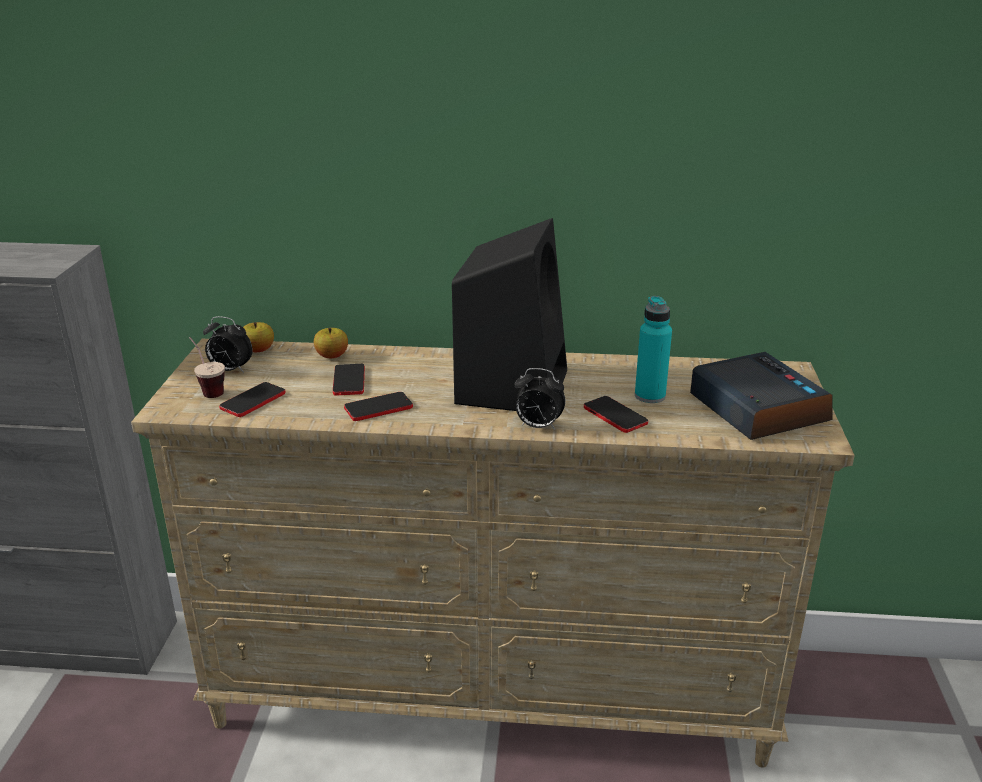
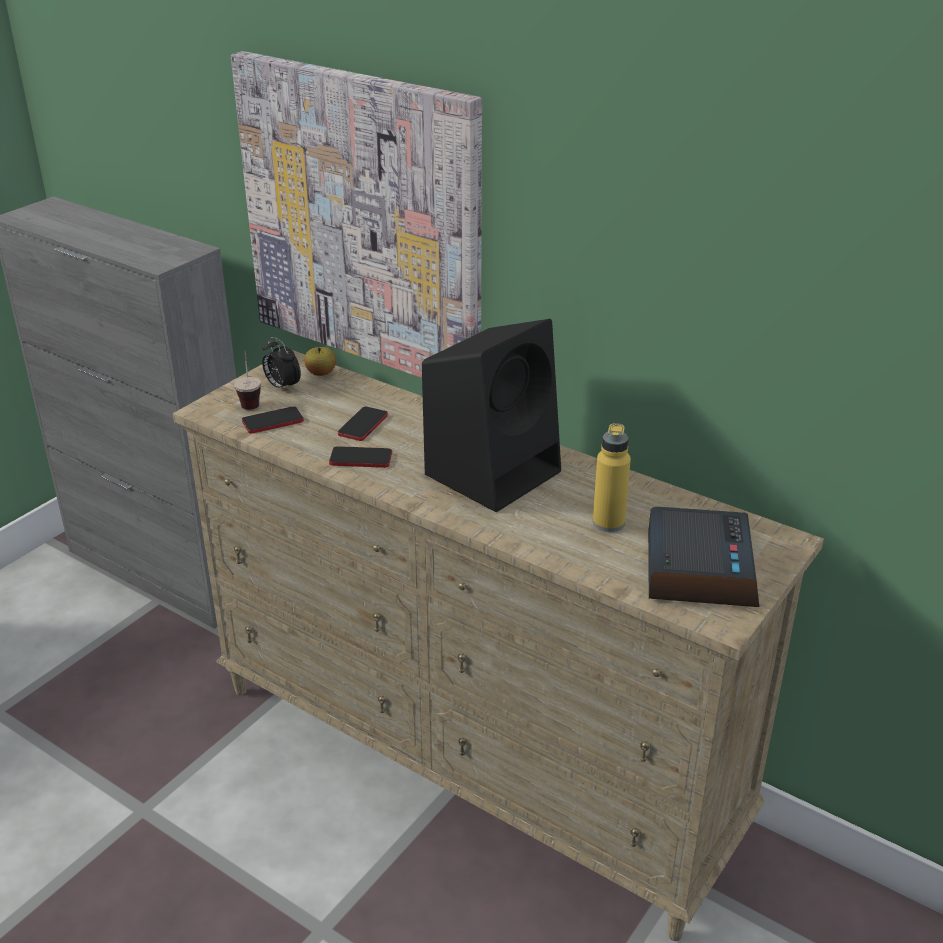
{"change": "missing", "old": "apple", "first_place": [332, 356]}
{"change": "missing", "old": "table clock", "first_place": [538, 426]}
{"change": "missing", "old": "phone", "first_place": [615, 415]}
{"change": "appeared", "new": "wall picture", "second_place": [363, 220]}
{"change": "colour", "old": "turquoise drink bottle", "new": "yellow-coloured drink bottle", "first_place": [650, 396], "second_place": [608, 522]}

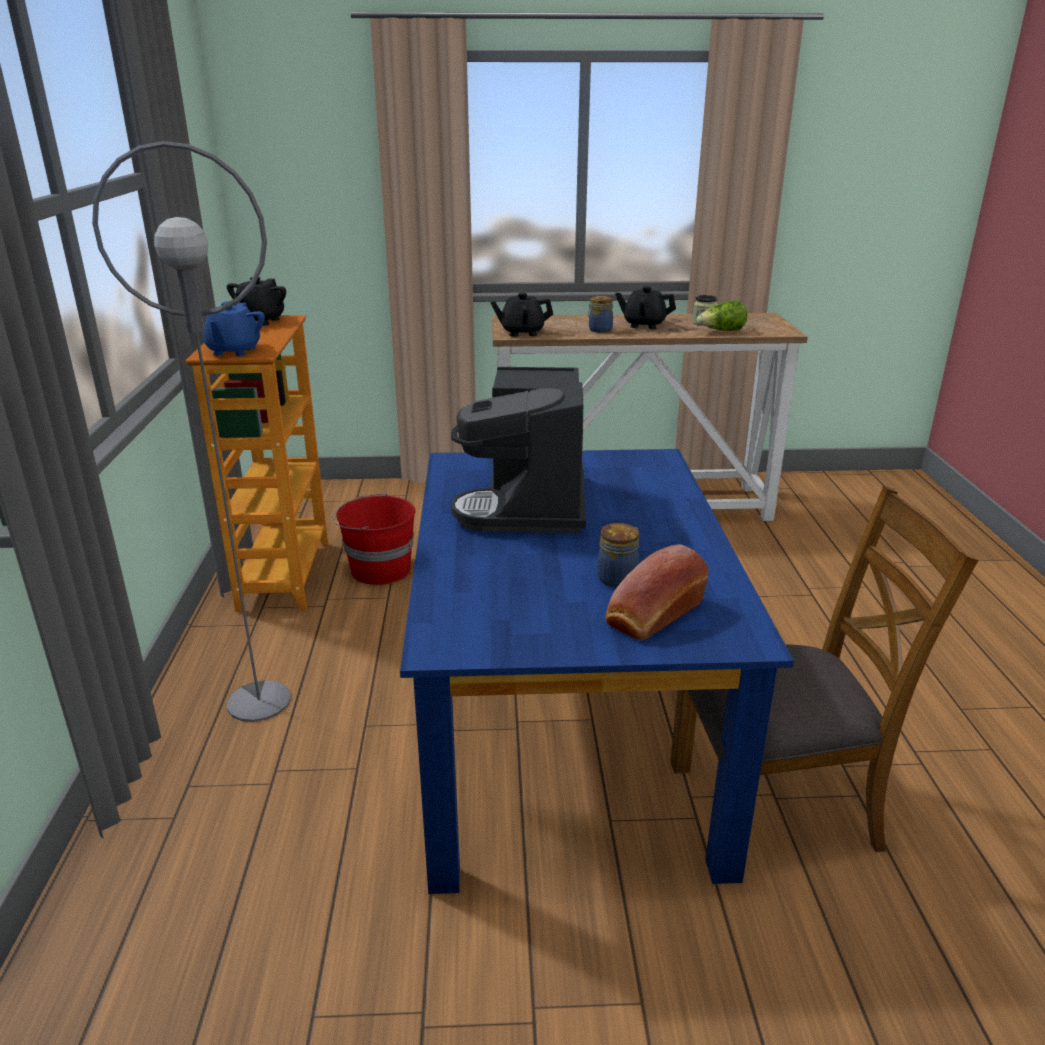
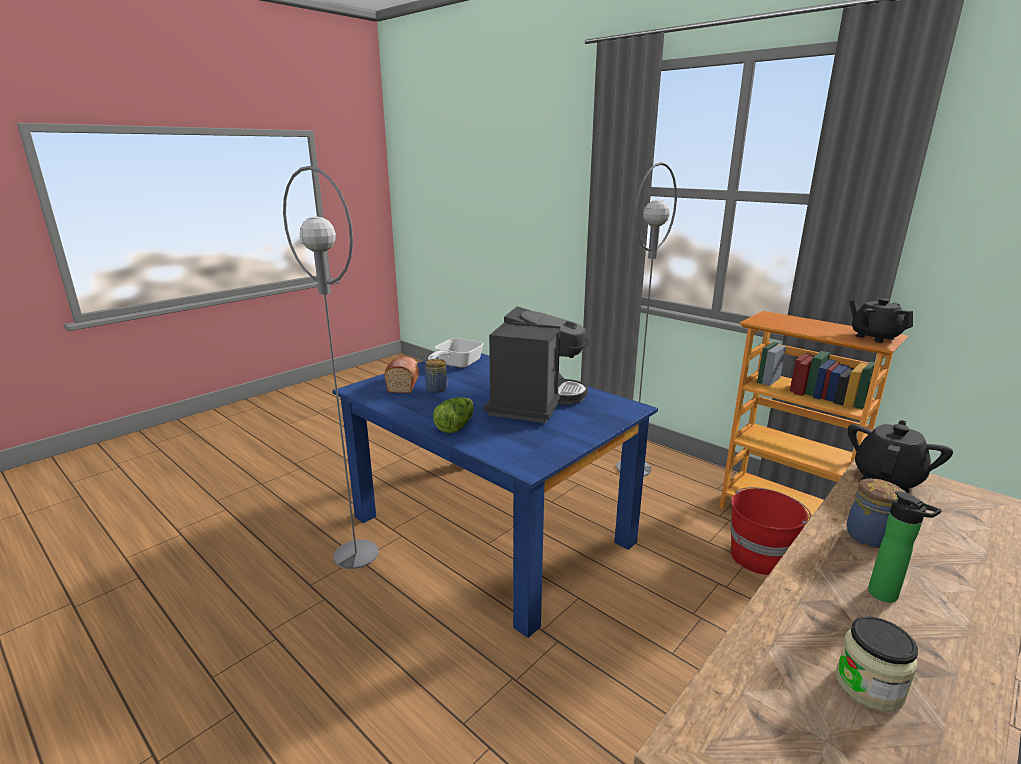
{"change": "missing", "old": "blue pot for tea", "first_place": [233, 351]}
{"change": "appeared", "new": "frying pan", "second_place": [455, 365]}
{"change": "relocated", "old": "lettuce", "first_place": [721, 331], "second_place": [455, 426]}
{"change": "exchanged", "old": "black-coloured pot for tea", "new": "drink bottle", "first_place": [644, 325], "second_place": [887, 596]}
{"change": "exchanged", "old": "brown plain chair", "new": "greyish floor lamp", "first_place": [775, 806], "second_place": [355, 554]}
{"change": "spun", "old": "coffee maker", "first_place": [530, 506], "second_place": [534, 401], "degrees": 60}

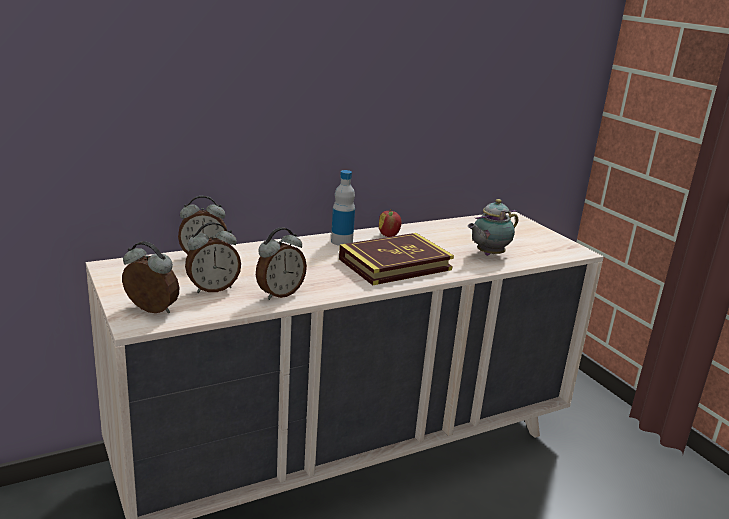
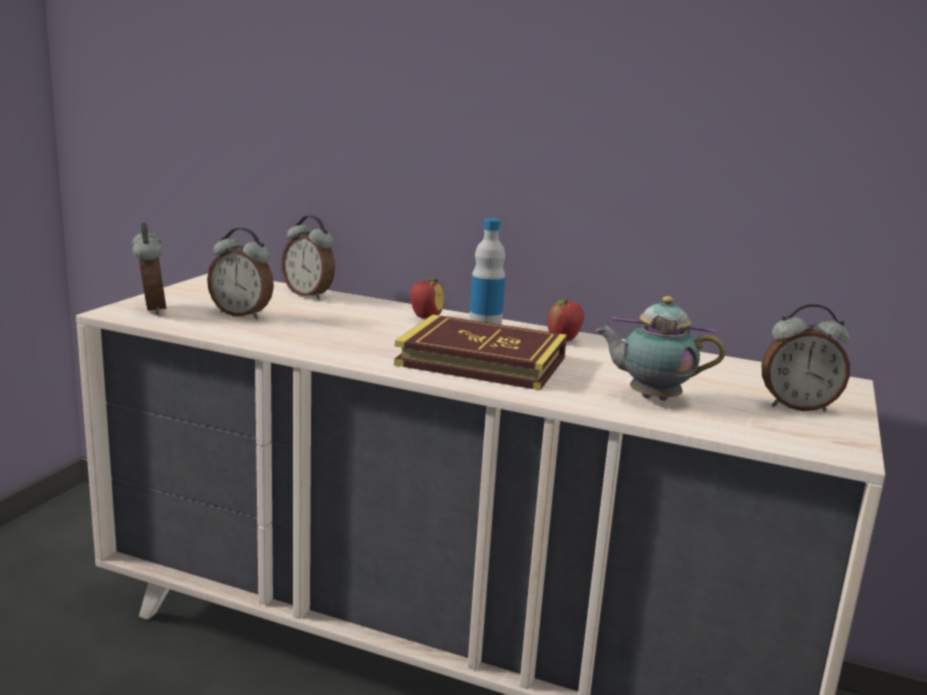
{"change": "appeared", "new": "apple", "second_place": [425, 318]}
{"change": "relocated", "old": "table clock", "first_place": [279, 293], "second_place": [797, 406]}

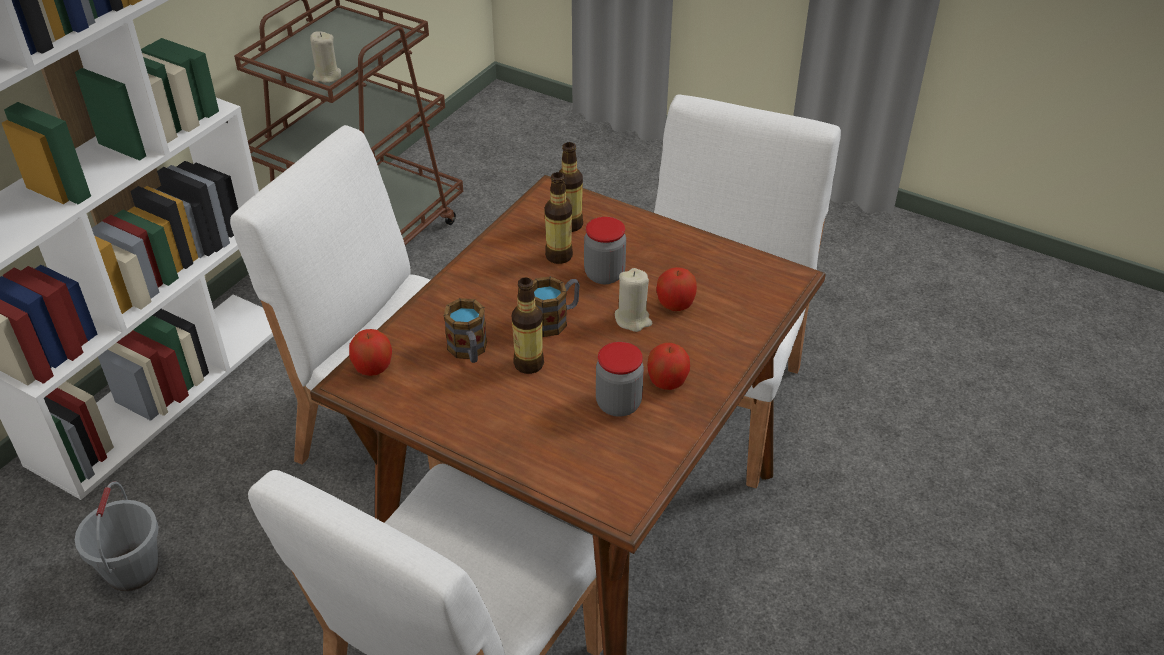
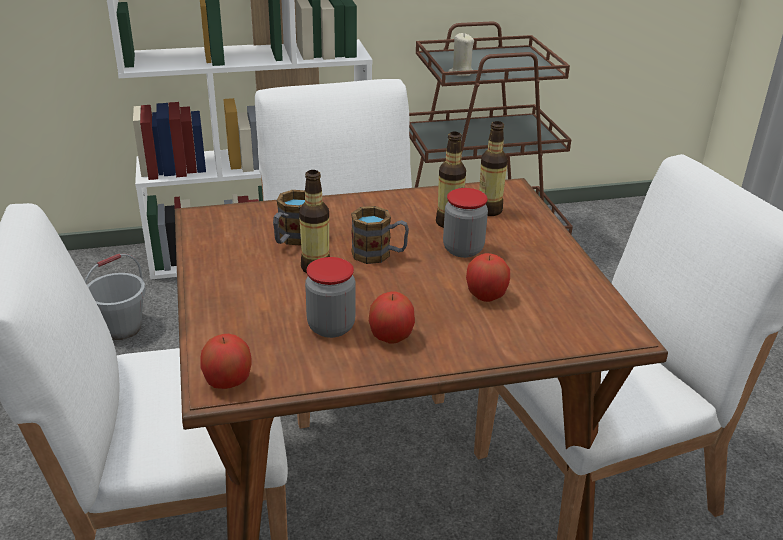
{"change": "missing", "old": "beige-coloured wax light", "first_place": [633, 319]}
{"change": "relocated", "old": "apple", "first_place": [373, 368], "second_place": [227, 382]}

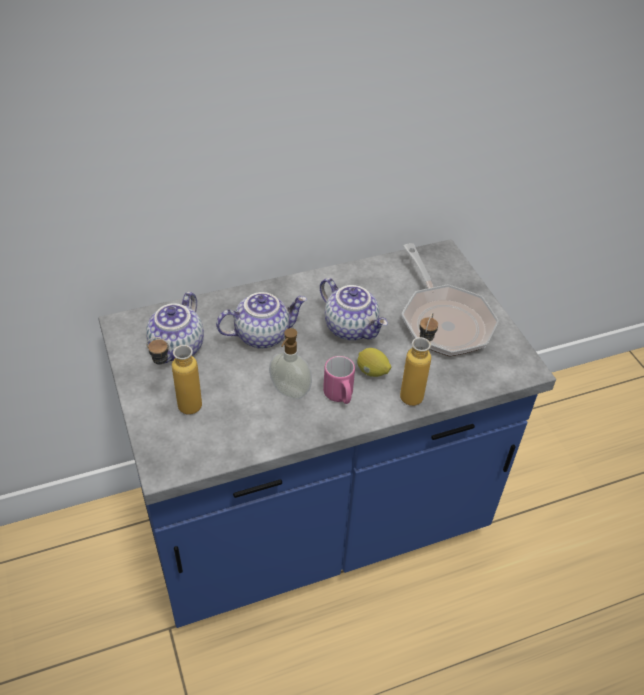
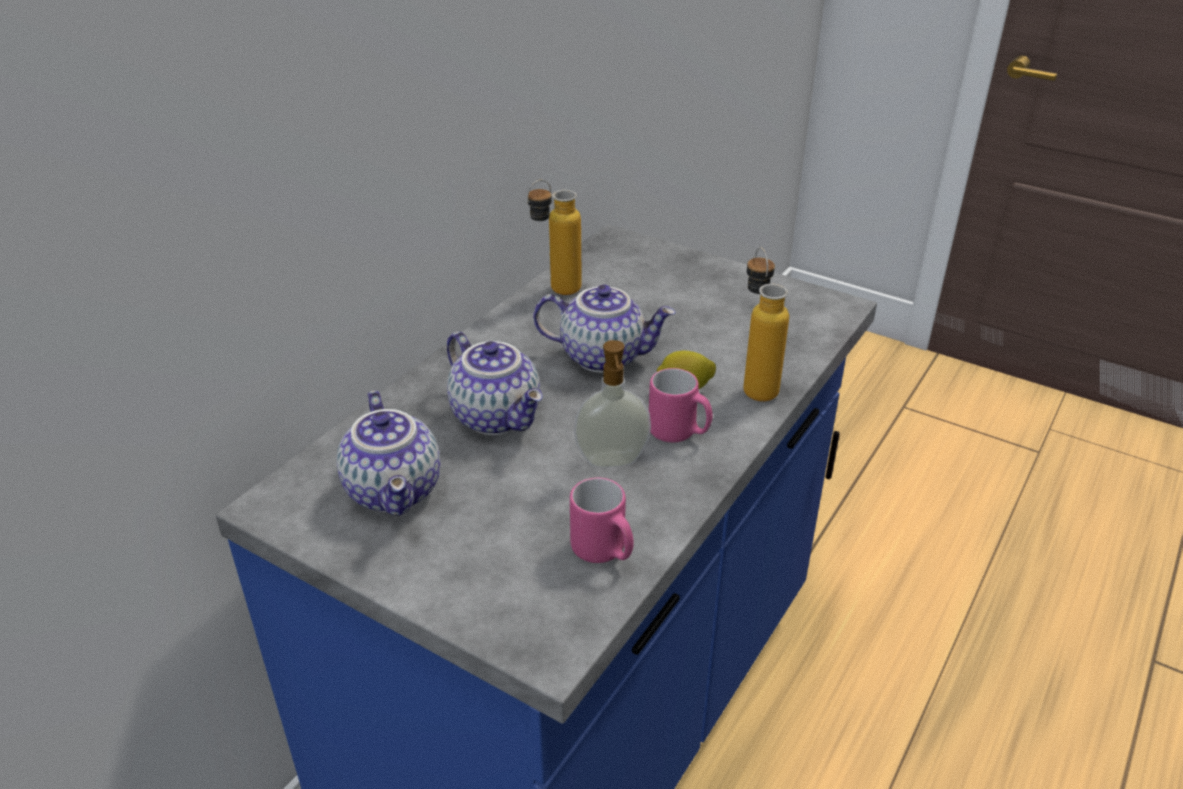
{"change": "missing", "old": "frying pan", "first_place": [443, 320]}
{"change": "appeared", "new": "pink-coloured coffee mug", "second_place": [604, 552]}
{"change": "relocated", "old": "drink bottle", "first_place": [179, 406], "second_place": [555, 292]}
{"change": "spun", "old": "pot for tea", "first_place": [262, 334], "second_place": [498, 416], "degrees": 105}

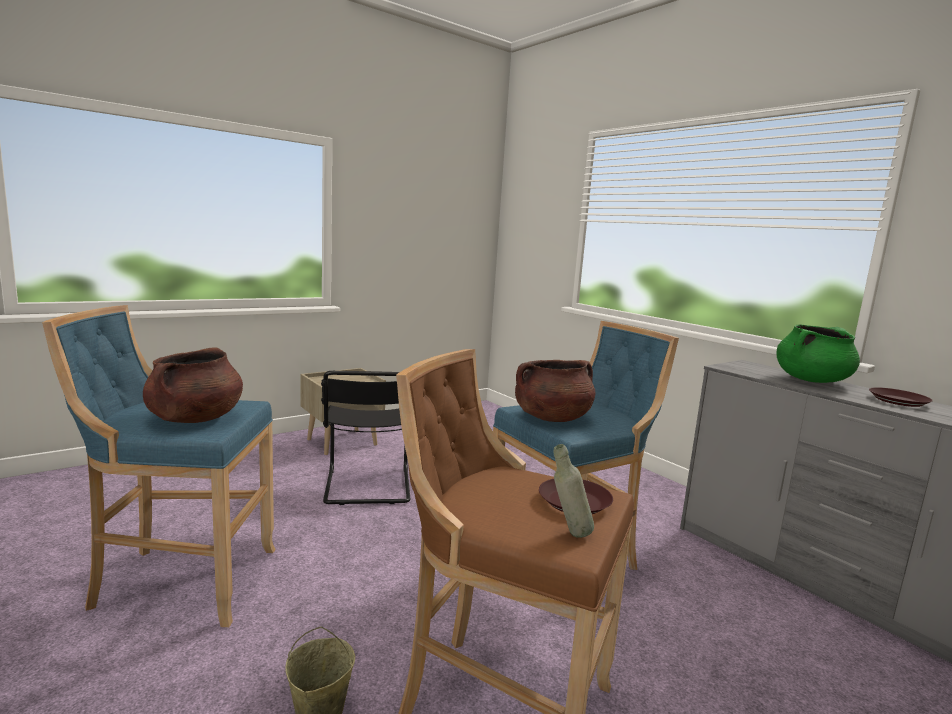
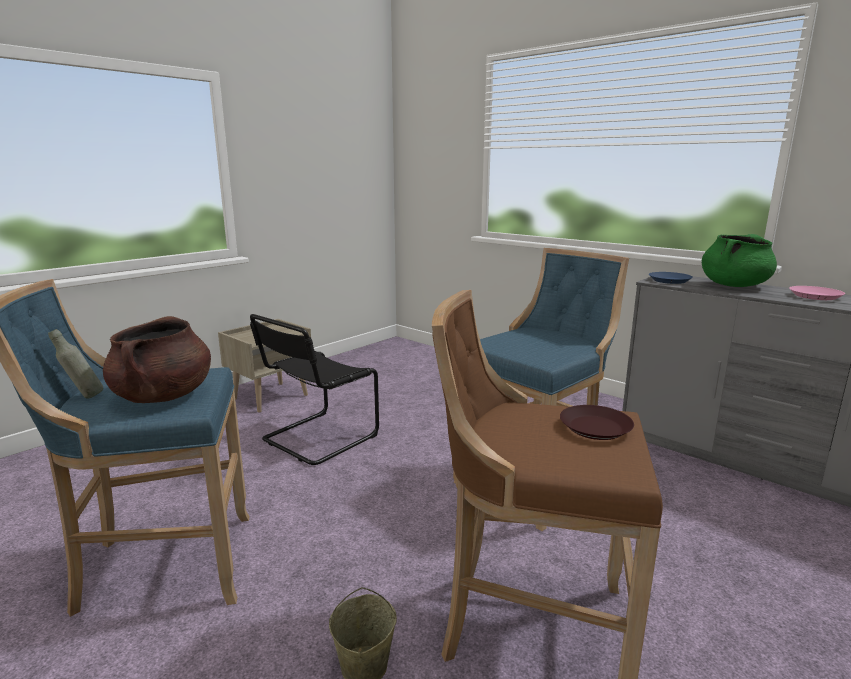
{"change": "missing", "old": "brown cooking pot", "first_place": [552, 418]}
{"change": "appeared", "new": "blue dinner plate", "second_place": [669, 280]}
{"change": "relocated", "old": "greyish drink bottle", "first_place": [569, 535], "second_place": [83, 398]}
{"change": "colour", "old": "brown dinner plate", "new": "pink-coloured dinner plate", "first_place": [898, 401], "second_place": [815, 296]}
{"change": "spun", "old": "black-coloured plain chair", "first_place": [368, 487], "second_place": [316, 439], "degrees": 60}

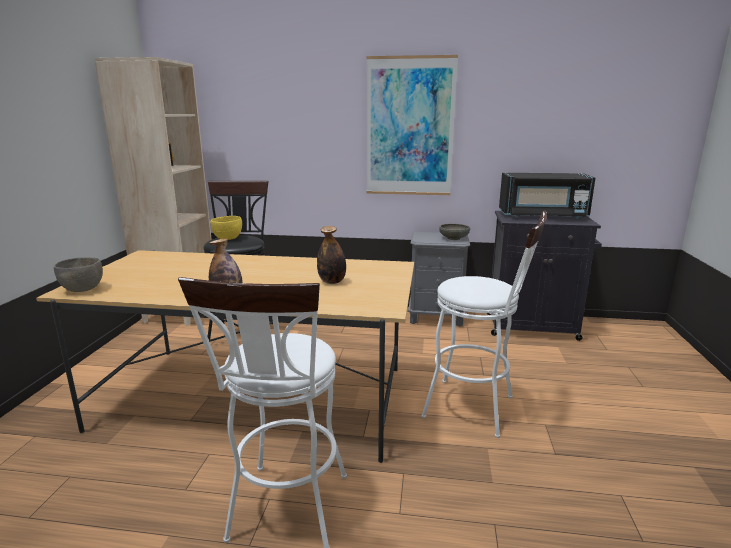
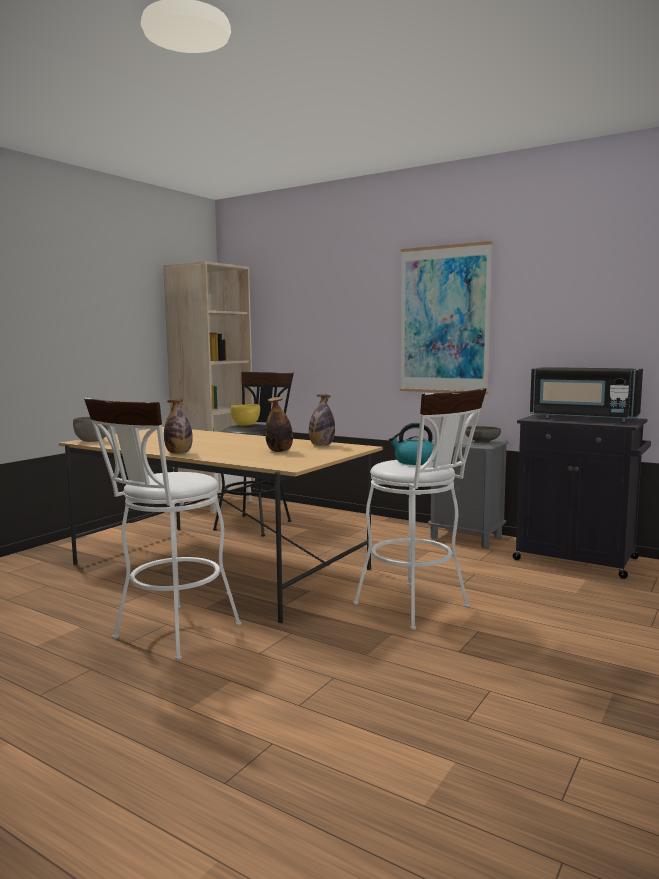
{"change": "appeared", "new": "drink bottle", "second_place": [321, 445]}
{"change": "appeared", "new": "tea kettle", "second_place": [414, 462]}

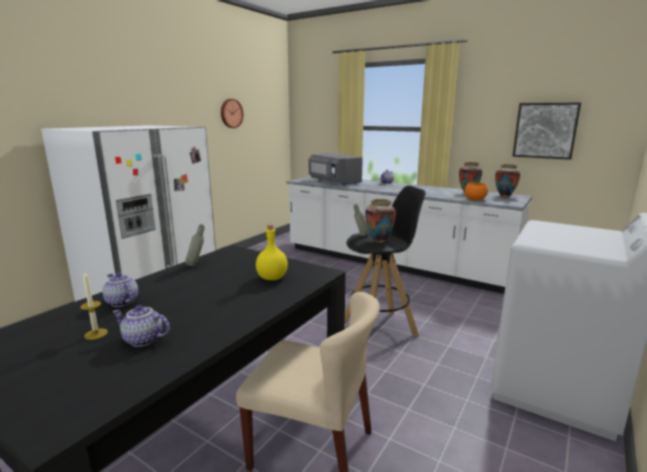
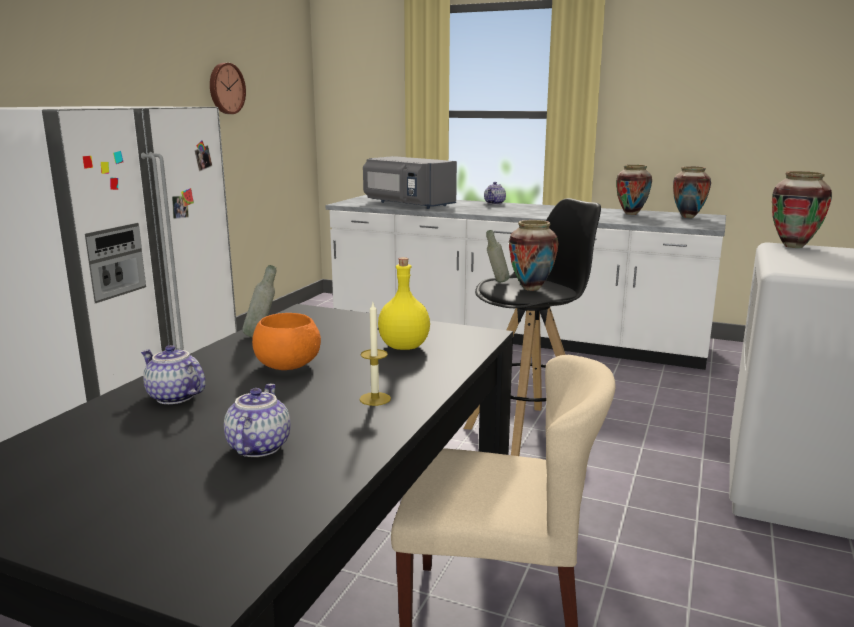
{"change": "missing", "old": "wall picture", "first_place": [545, 130]}
{"change": "appeared", "new": "flower vase", "second_place": [793, 246]}
{"change": "relocated", "old": "wax light", "first_place": [96, 334], "second_place": [375, 399]}
{"change": "relocated", "old": "orange-coloured bowl", "first_place": [475, 199], "second_place": [287, 366]}
{"change": "spun", "old": "pot for tea", "first_place": [142, 340], "second_place": [257, 447], "degrees": 90}

